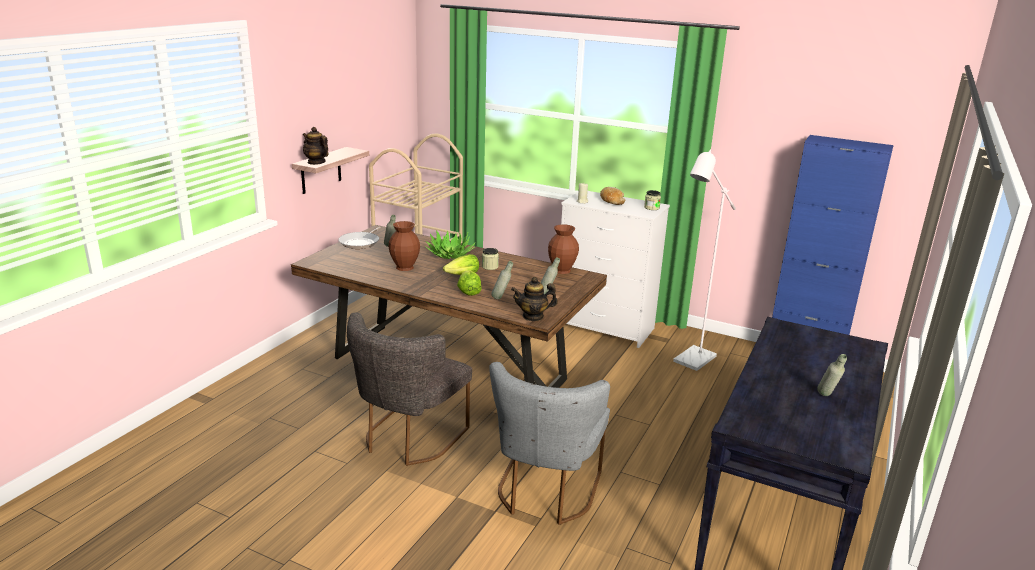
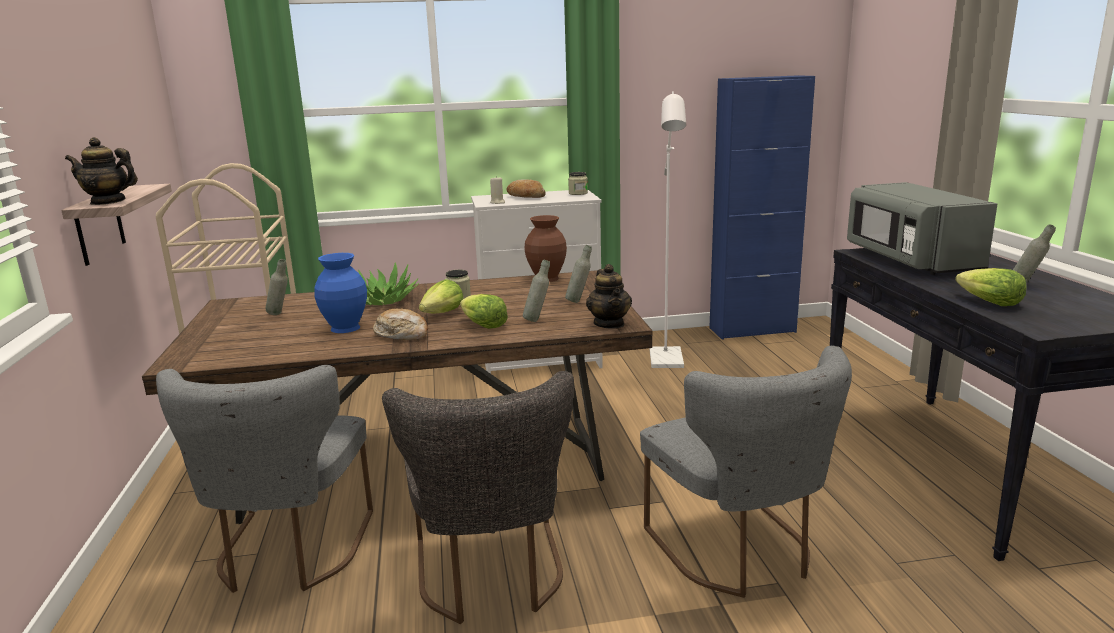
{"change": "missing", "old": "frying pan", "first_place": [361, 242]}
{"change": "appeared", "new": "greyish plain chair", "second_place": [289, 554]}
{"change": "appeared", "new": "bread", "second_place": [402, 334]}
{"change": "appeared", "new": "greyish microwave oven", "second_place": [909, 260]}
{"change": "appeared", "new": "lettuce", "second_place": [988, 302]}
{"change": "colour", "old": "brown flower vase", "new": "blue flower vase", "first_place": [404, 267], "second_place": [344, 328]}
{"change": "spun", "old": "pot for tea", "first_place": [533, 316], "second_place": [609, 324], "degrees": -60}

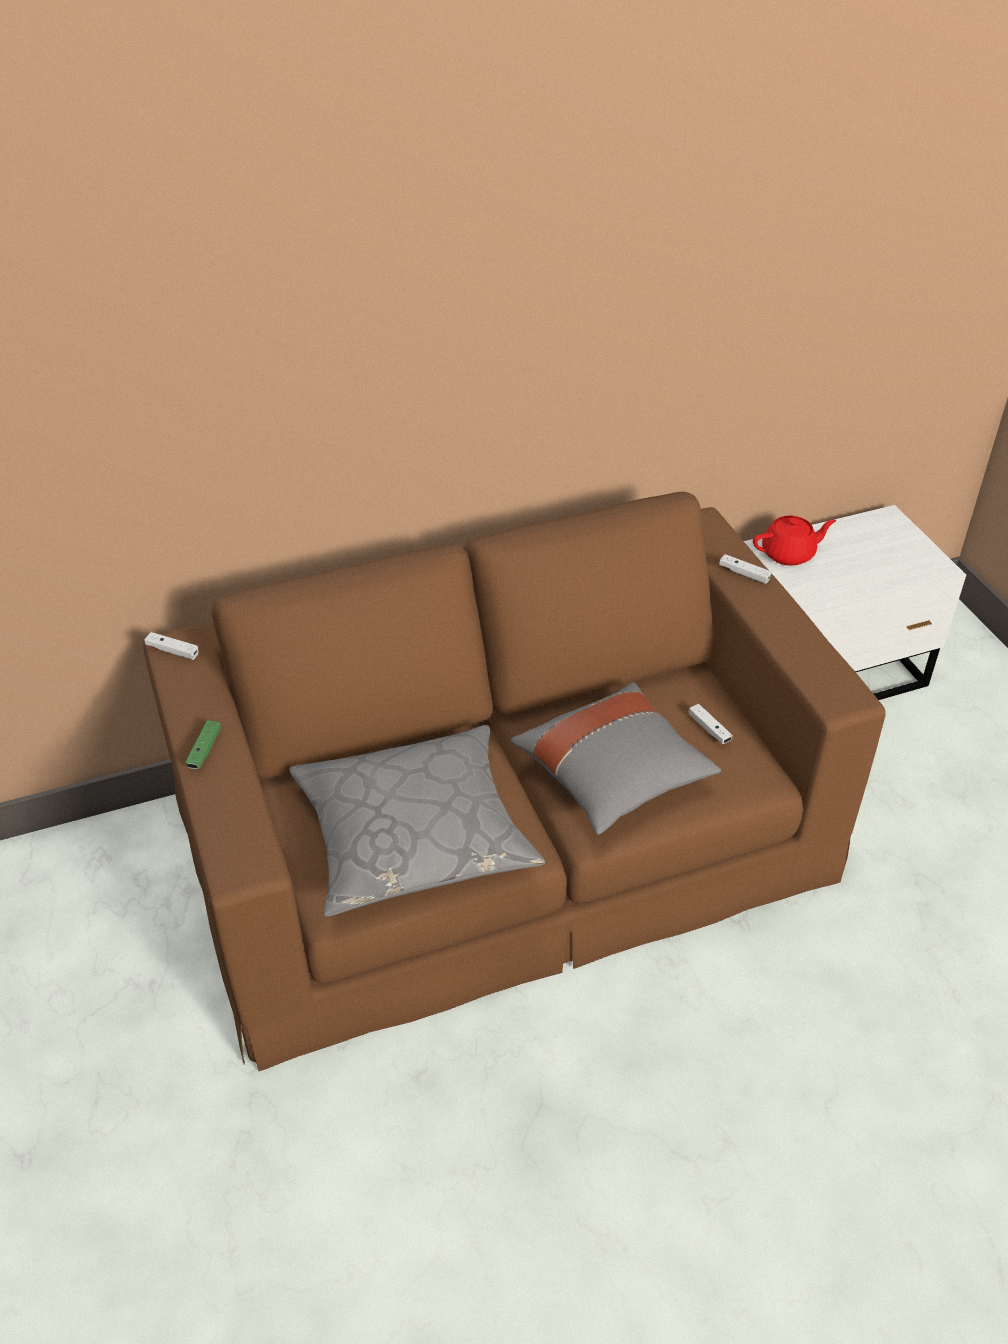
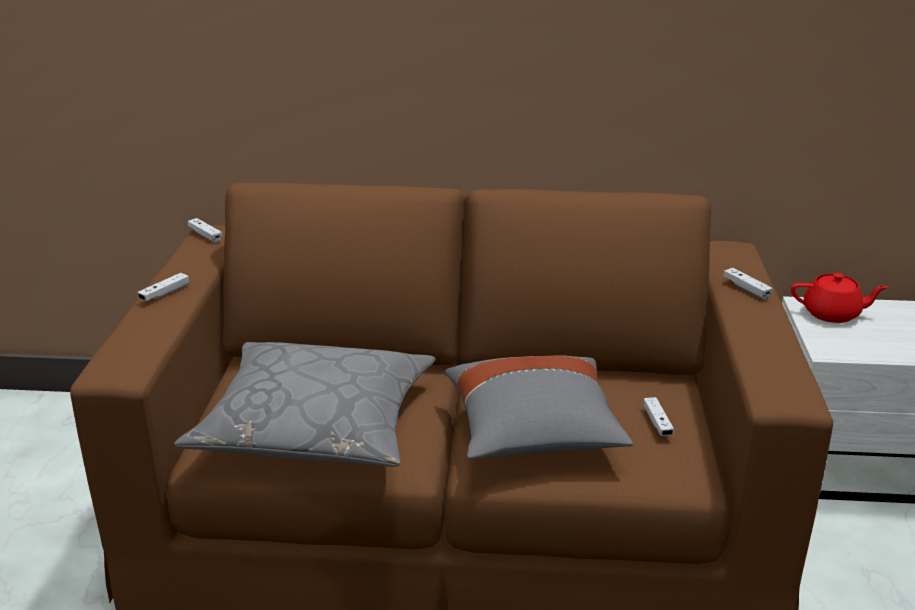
{"change": "colour", "old": "green joypad", "new": "whitish joypad", "first_place": [204, 750], "second_place": [164, 293]}

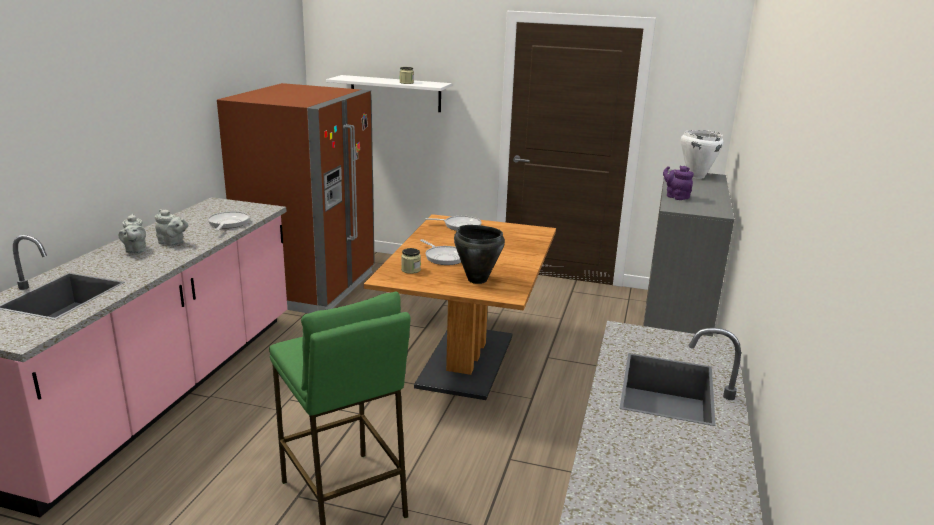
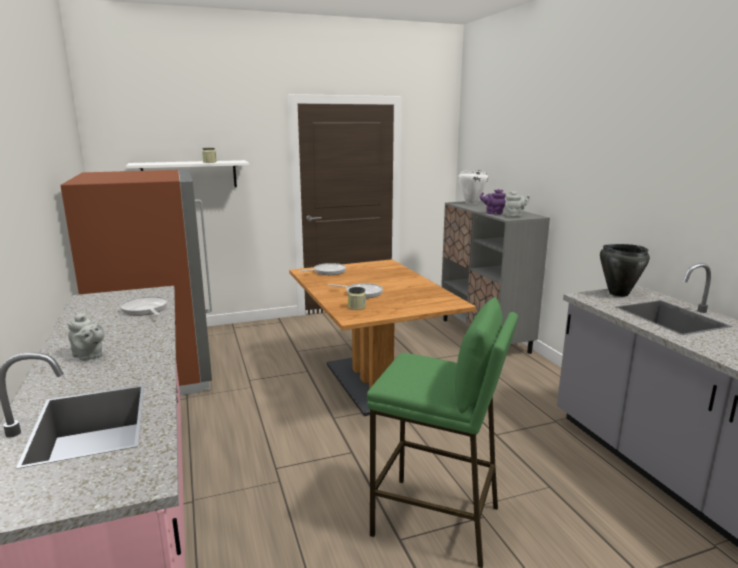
{"change": "relocated", "old": "greyish pot for tea", "first_place": [173, 243], "second_place": [515, 216]}
{"change": "relocated", "old": "black-coloured cooking pot", "first_place": [477, 279], "second_place": [618, 294]}

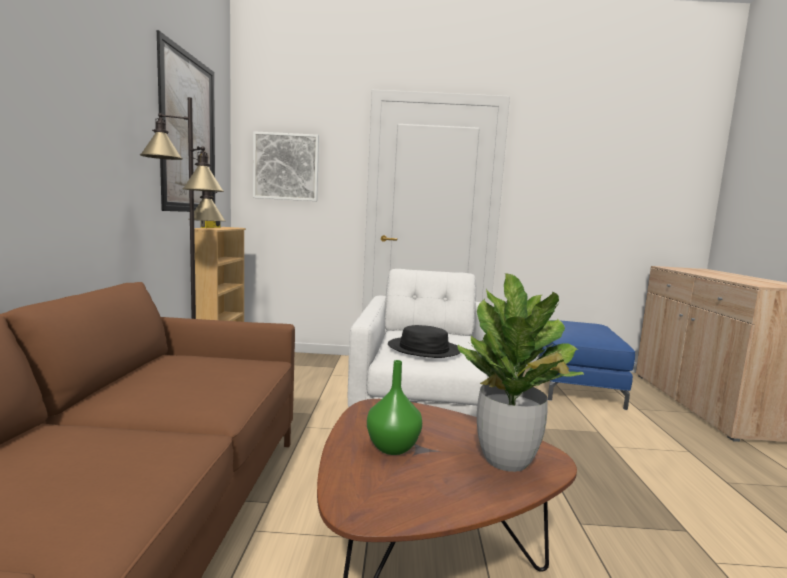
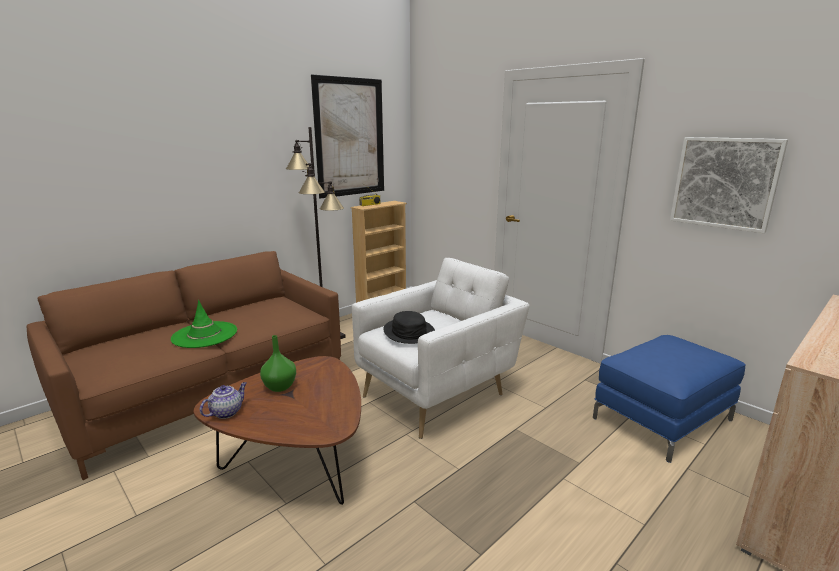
{"change": "missing", "old": "potted plant", "first_place": [507, 460]}
{"change": "appeared", "new": "green hat", "second_place": [204, 335]}
{"change": "appeared", "new": "pot for tea", "second_place": [227, 412]}
{"change": "relocated", "old": "wall picture", "first_place": [286, 167], "second_place": [724, 183]}

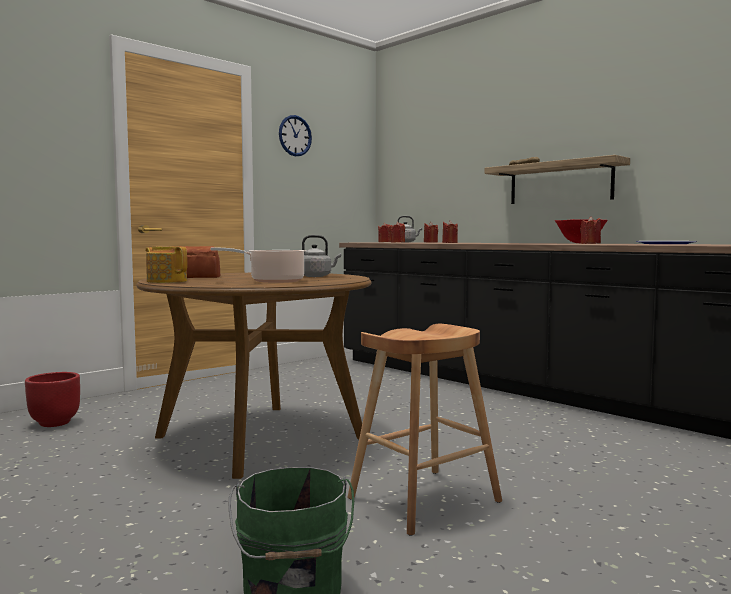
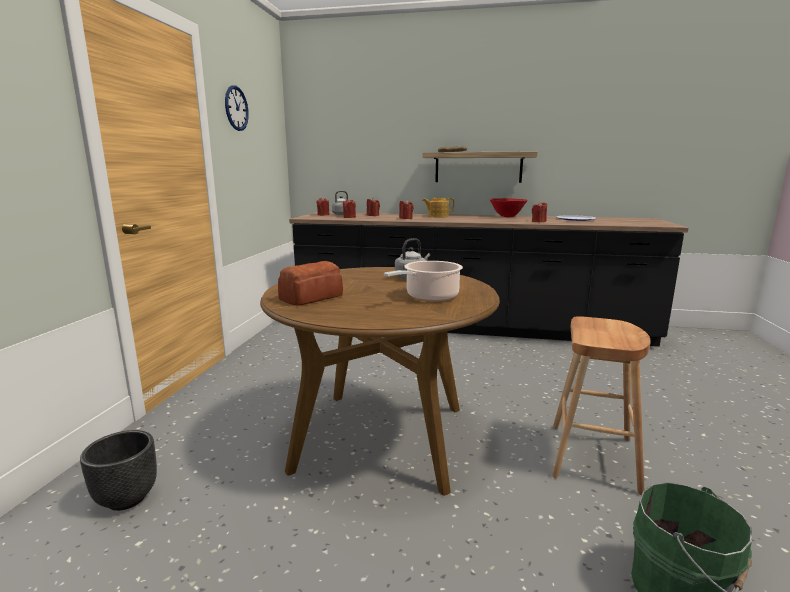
{"change": "relocated", "old": "pot for tea", "first_place": [167, 281], "second_place": [438, 216]}
{"change": "colour", "old": "red-coloured planter", "new": "black-coloured planter", "first_place": [54, 423], "second_place": [126, 499]}

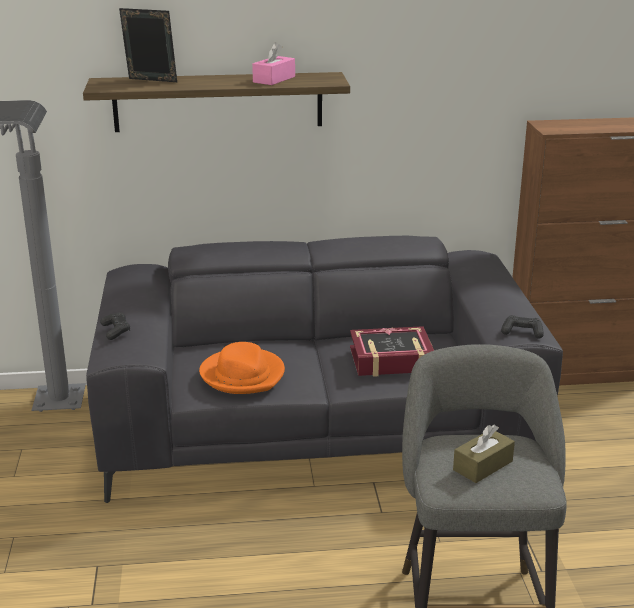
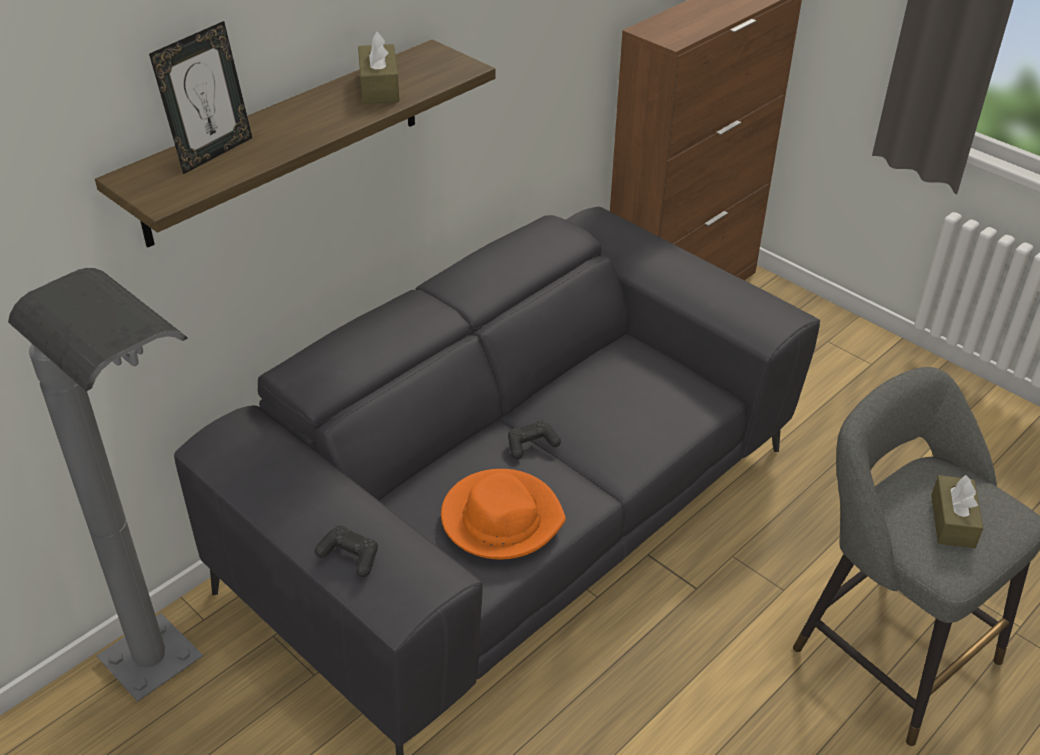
{"change": "missing", "old": "bound book", "first_place": [391, 360]}
{"change": "relocated", "old": "black-coloured joypad", "first_place": [522, 332], "second_place": [531, 445]}
{"change": "colour", "old": "pink-coloured box of tissues", "new": "brown box of tissues", "first_place": [274, 79], "second_place": [379, 87]}
{"change": "spun", "old": "picture frame", "first_place": [151, 81], "second_place": [213, 153], "degrees": 150}

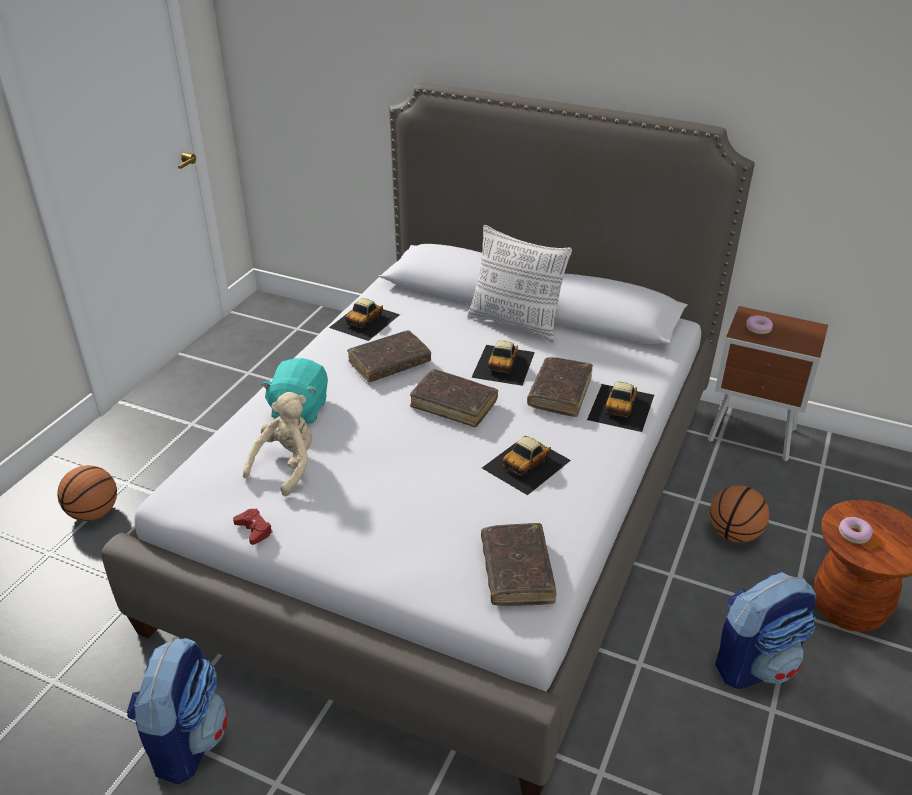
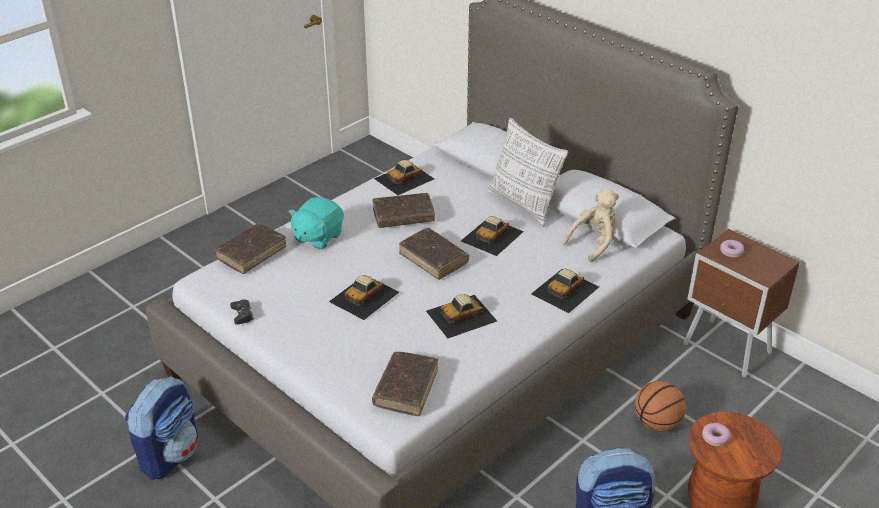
{"change": "missing", "old": "basketball", "first_place": [94, 513]}
{"change": "appeared", "new": "model car", "second_place": [364, 296]}
{"change": "relocated", "old": "beige-coloured soft toy", "first_place": [287, 466], "second_place": [594, 243]}
{"change": "relocated", "old": "brown bound book", "first_place": [560, 393], "second_place": [251, 253]}
{"change": "colour", "old": "red-coloured joypad", "new": "black-coloured joypad", "first_place": [254, 529], "second_place": [242, 315]}

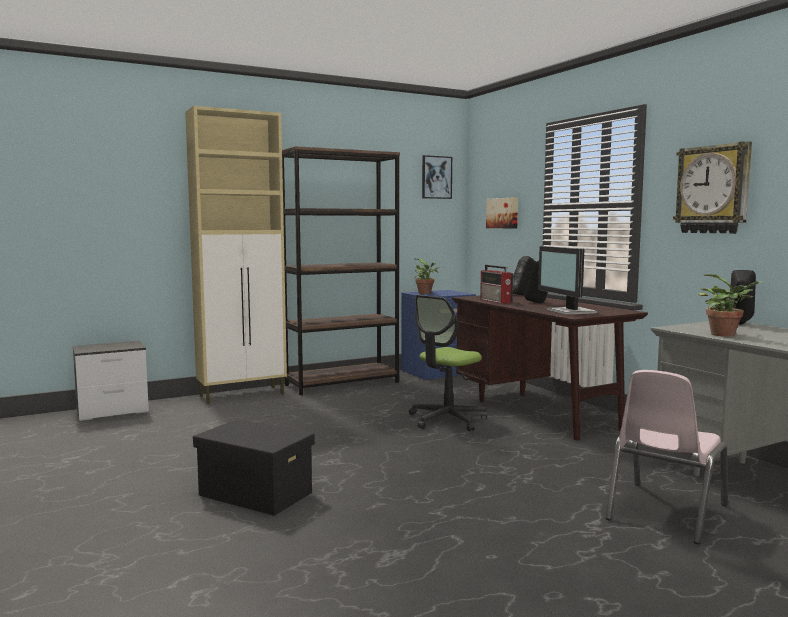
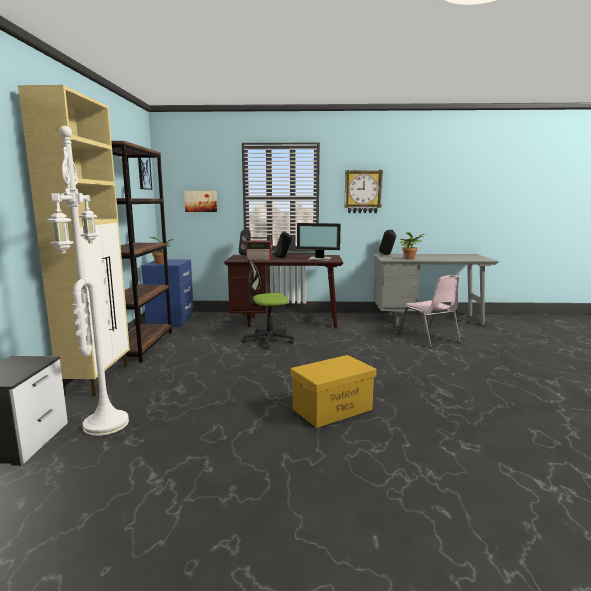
{"change": "appeared", "new": "whitish floor lamp", "second_place": [103, 423]}
{"change": "colour", "old": "black-coloured storage bin", "new": "yellow-coloured storage bin", "first_place": [256, 494], "second_place": [332, 409]}
{"change": "spun", "old": "desk chair", "first_place": [447, 420], "second_place": [268, 340], "degrees": 90}

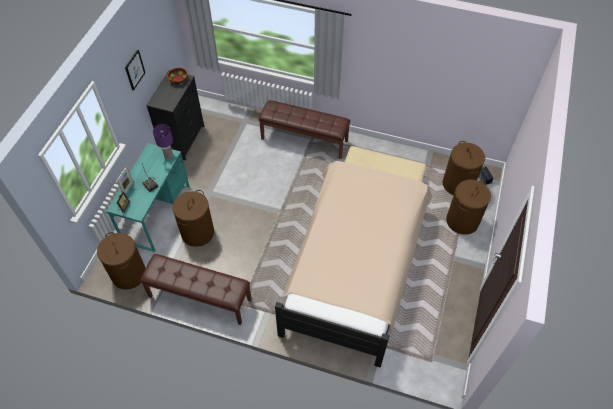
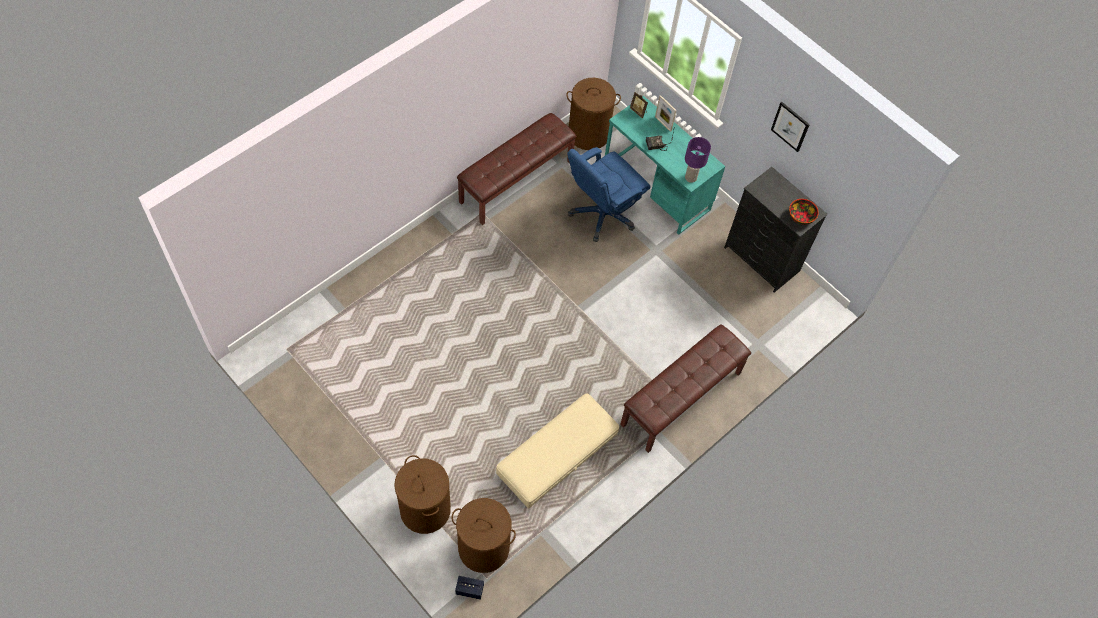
{"change": "missing", "old": "beige-coloured bed", "first_place": [355, 266]}
{"change": "exchanged", "old": "brown hamper", "new": "blue desk chair", "first_place": [197, 233], "second_place": [602, 214]}

